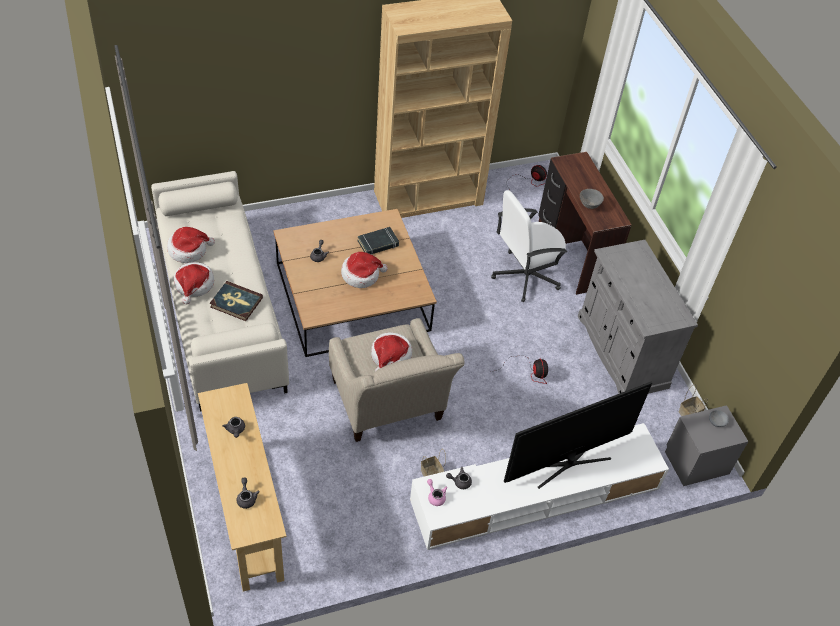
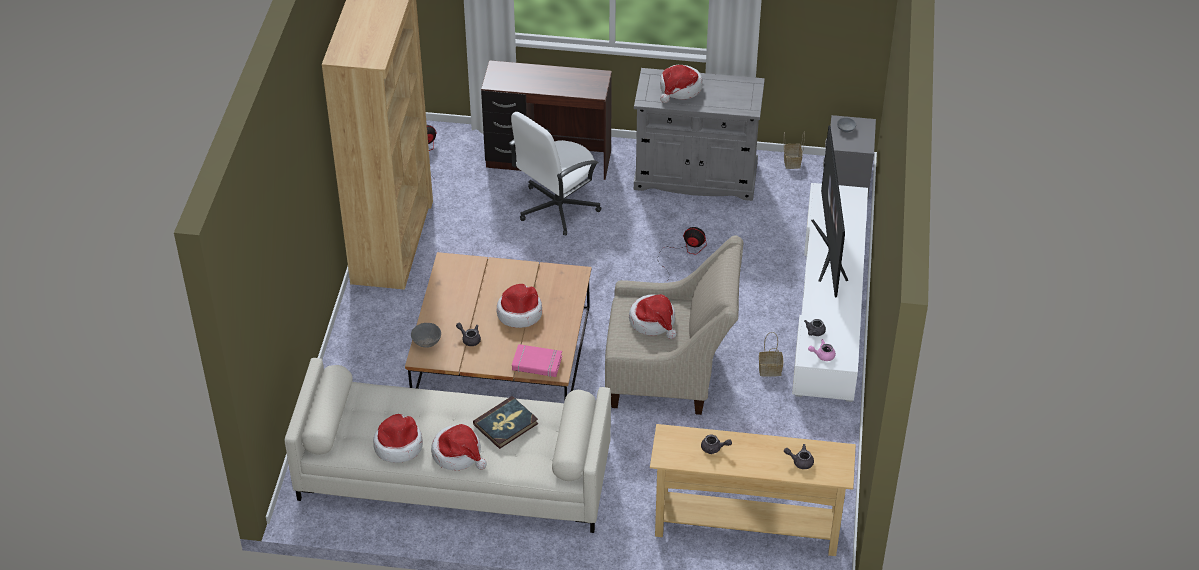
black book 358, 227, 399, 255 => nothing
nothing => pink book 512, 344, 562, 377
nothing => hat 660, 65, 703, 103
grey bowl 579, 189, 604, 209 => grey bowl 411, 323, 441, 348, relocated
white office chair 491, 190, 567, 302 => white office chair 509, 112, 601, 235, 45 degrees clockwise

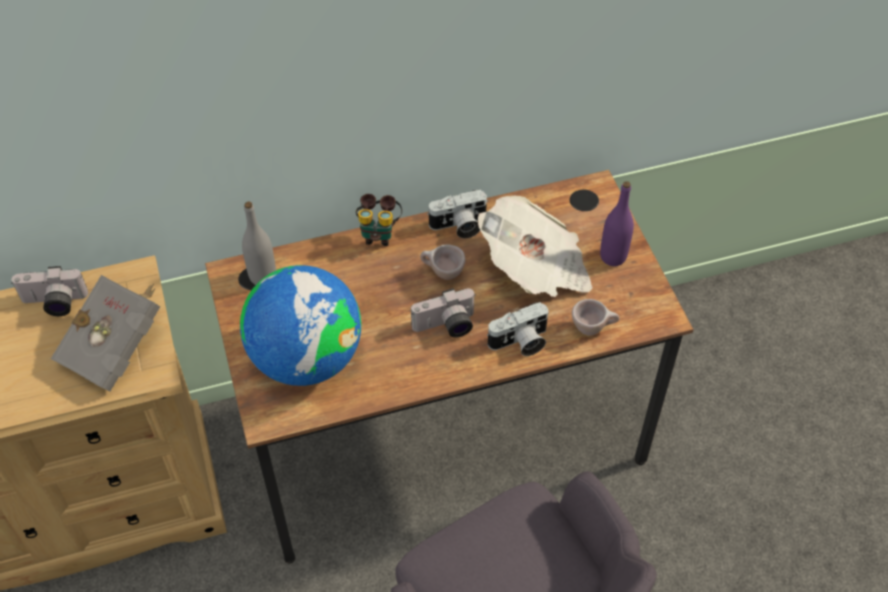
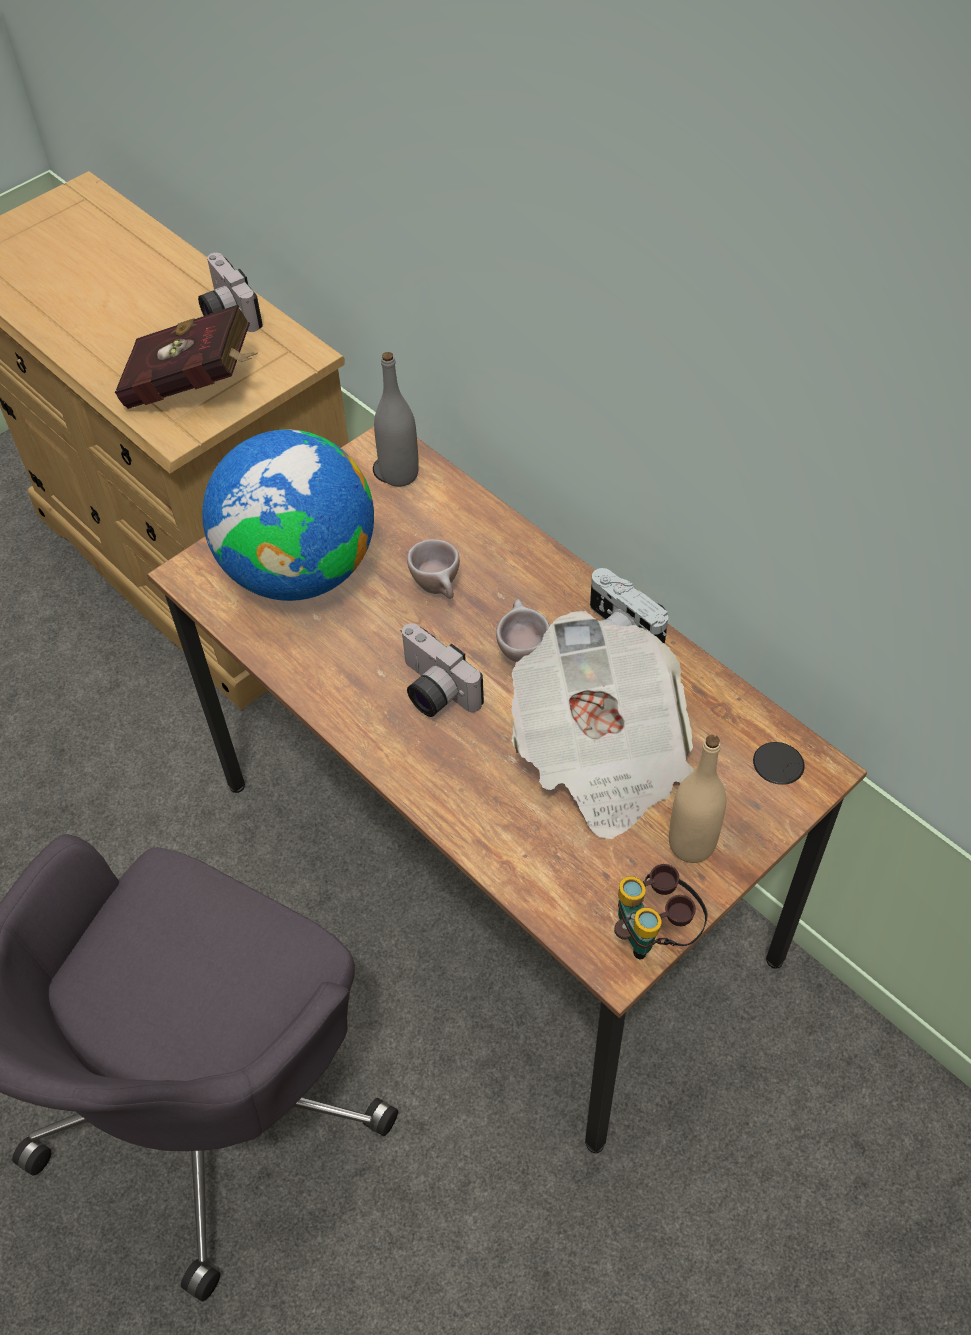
photo camera 486, 302, 549, 356 => nothing
binoculars 356, 194, 402, 246 => binoculars 614, 864, 708, 960, relocated
beige cup 572, 299, 620, 336 => beige cup 407, 539, 460, 599, relocated
grey book 51, 275, 160, 391 => red book 115, 305, 258, 409
purple bottle 600, 181, 634, 266 => beige bottle 669, 735, 726, 863

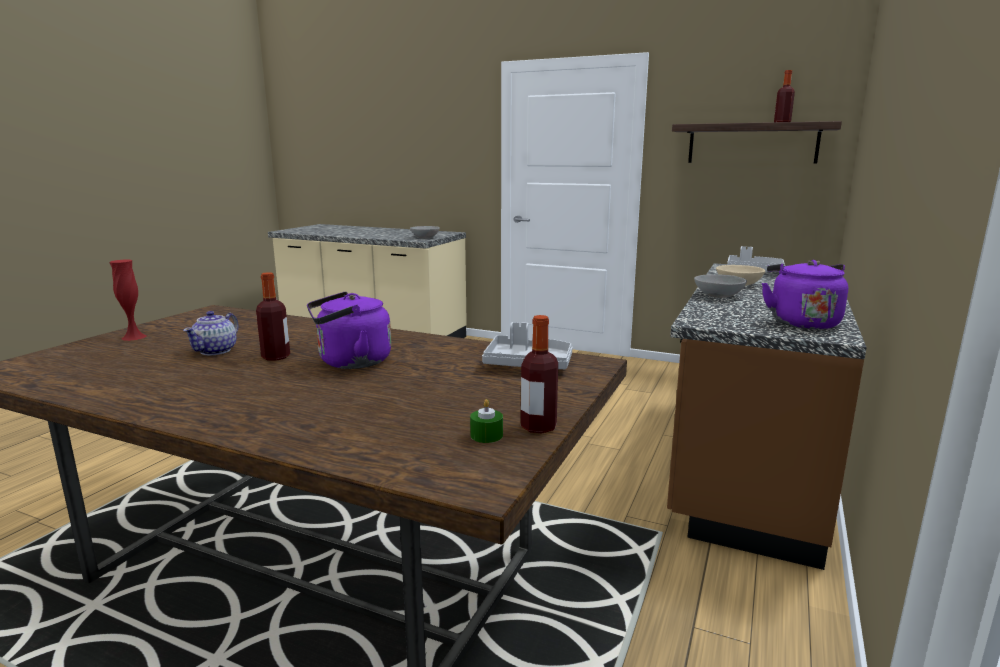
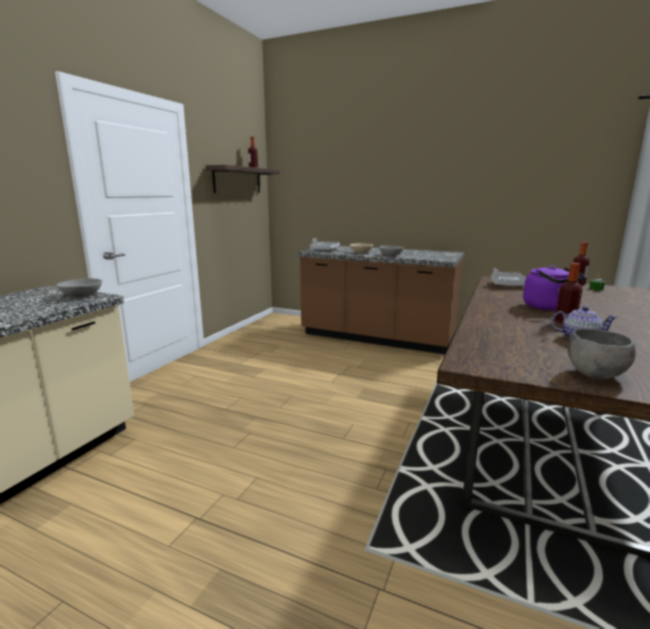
purple kettle 762, 260, 848, 329 => nothing
red vase 109, 260, 146, 341 => grey bowl 568, 329, 636, 379

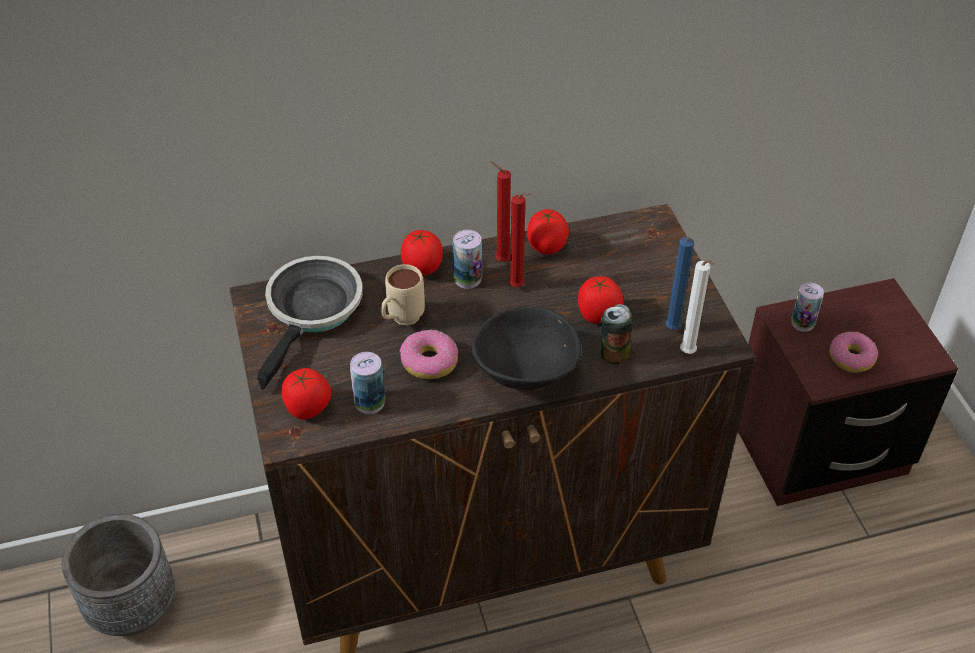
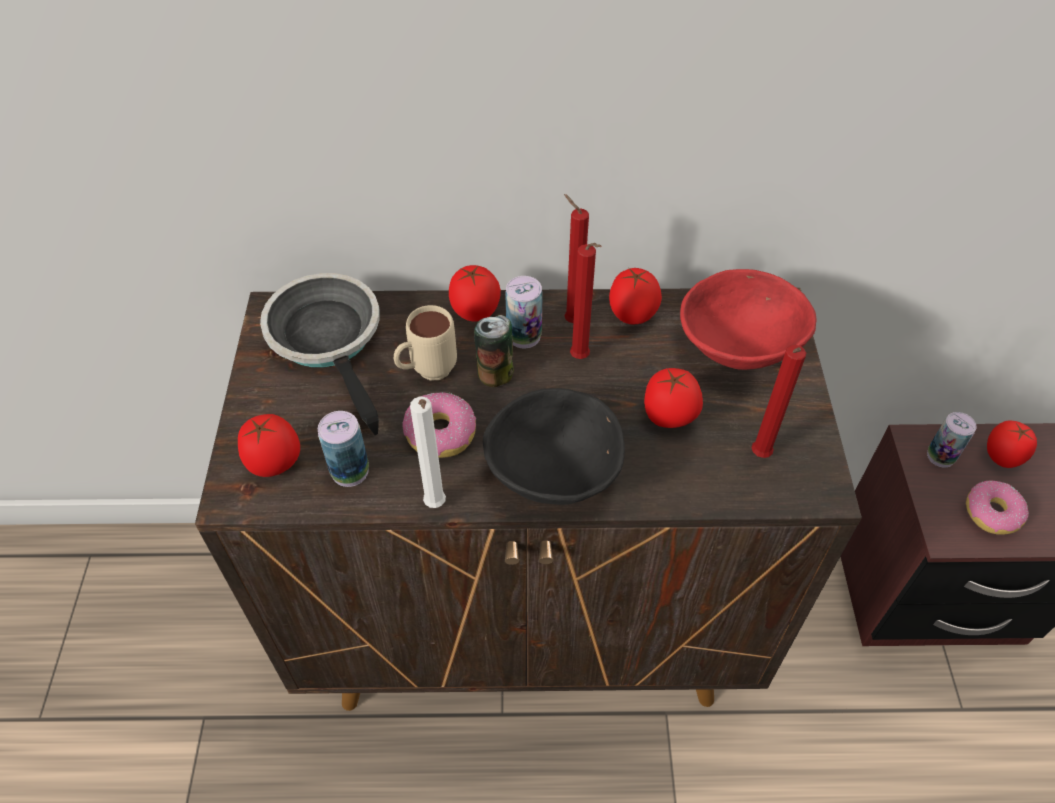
grey planter 62, 514, 175, 636 => nothing
nothing => red bowl 680, 269, 817, 370
nothing => tomato 987, 420, 1037, 468
can 600, 304, 632, 365 => can 474, 315, 513, 387, relocated
white candle 680, 261, 715, 354 => white candle 410, 397, 446, 508, relocated
blue candle 666, 237, 694, 330 => red candle 751, 345, 806, 458
frying pan 257, 256, 363, 390 => frying pan 260, 273, 380, 435, 60 degrees counterclockwise

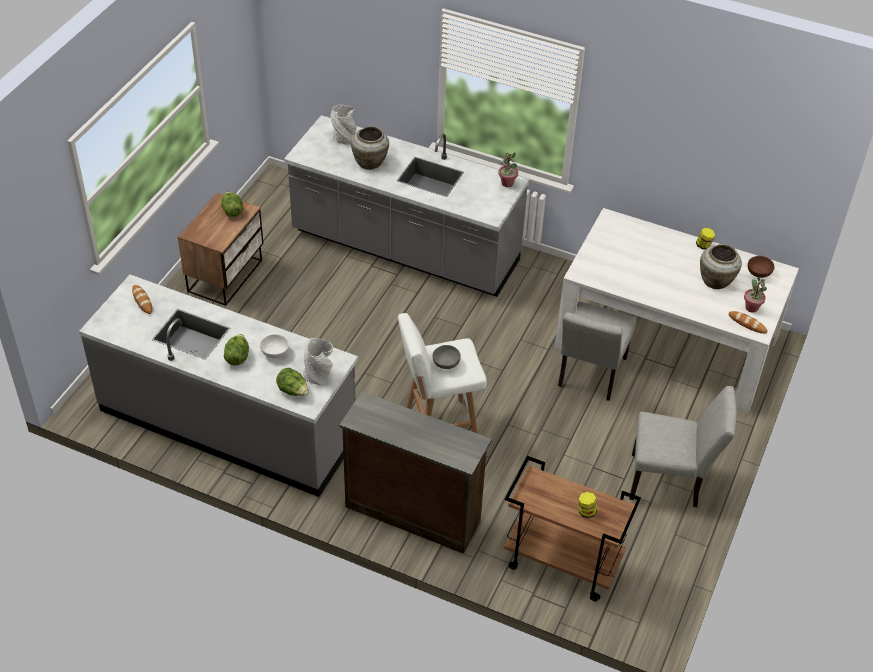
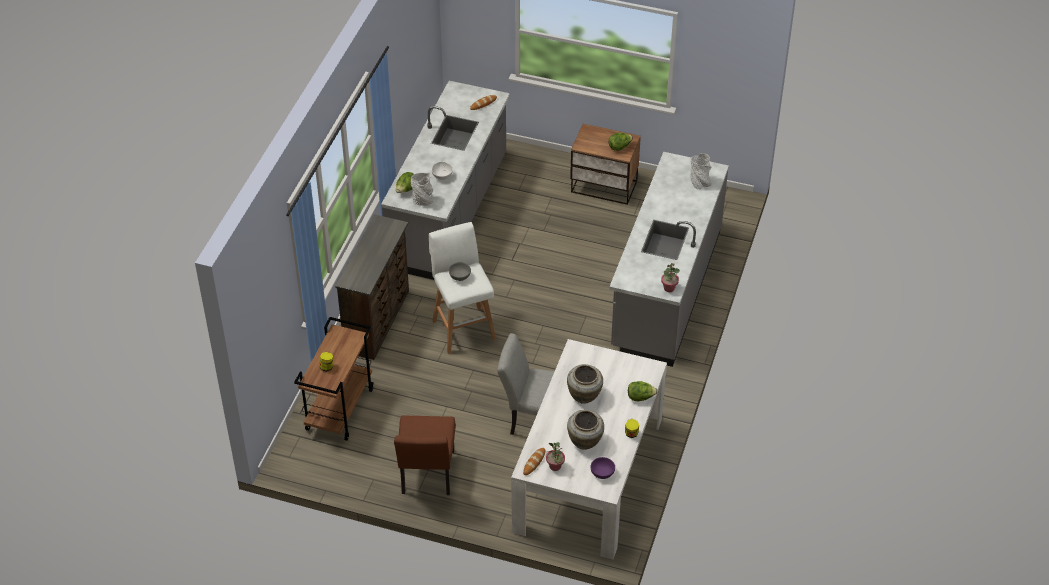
lettuce 224, 334, 249, 366 => lettuce 628, 381, 658, 401, relocated
beige vase 351, 126, 389, 170 => beige vase 567, 364, 603, 404, relocated
grey chair 629, 386, 737, 507 => brown chair 394, 415, 456, 495
brown bowl 748, 256, 775, 278 => purple bowl 591, 457, 615, 479

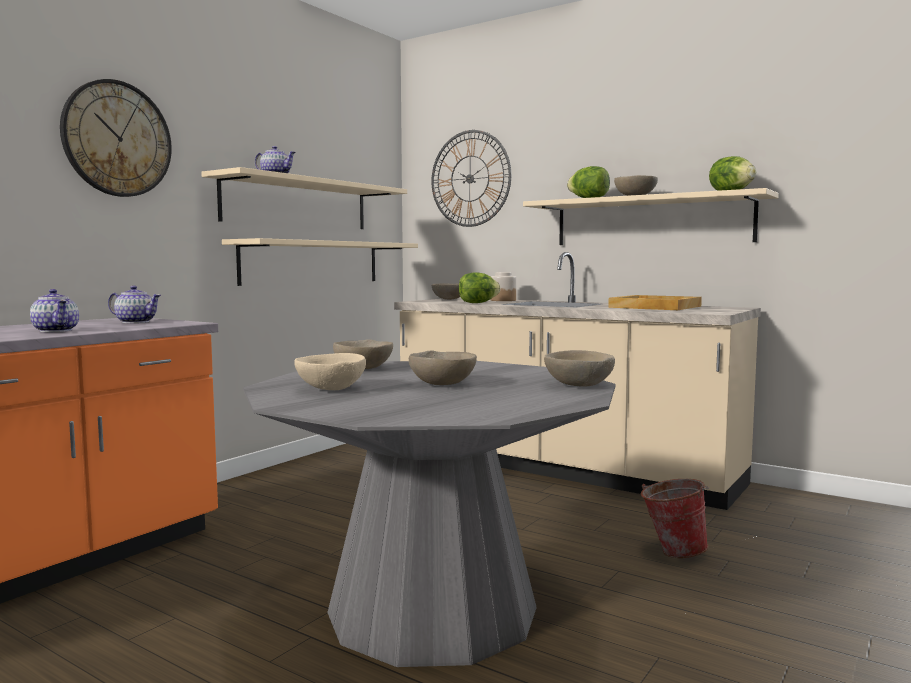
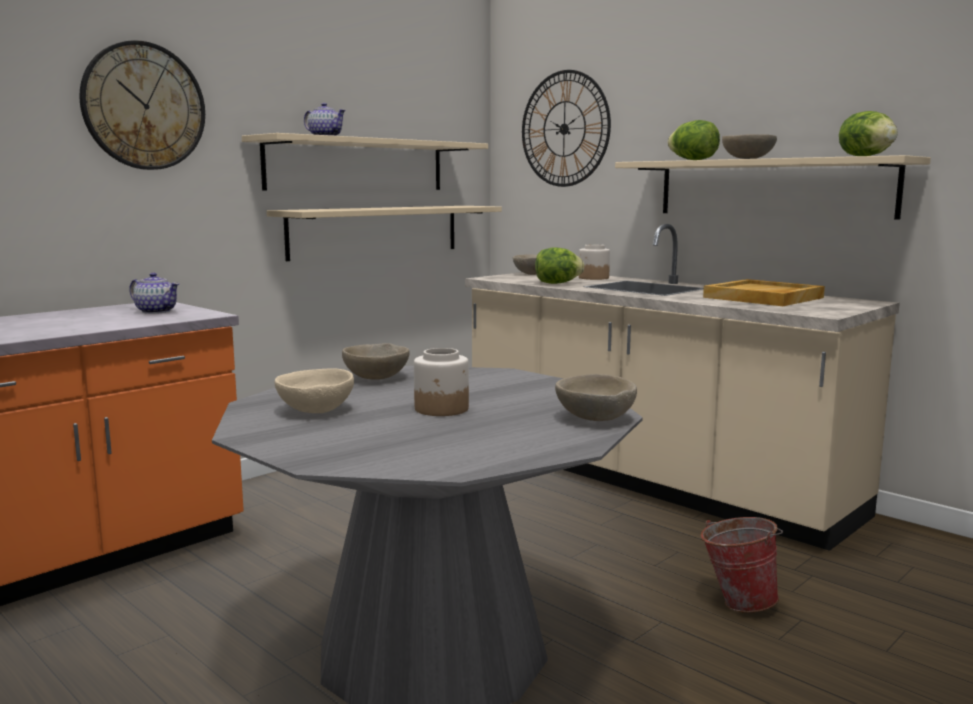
teapot 30, 289, 79, 332 => nothing
beige bowl 409, 351, 477, 385 => jar 414, 348, 469, 416

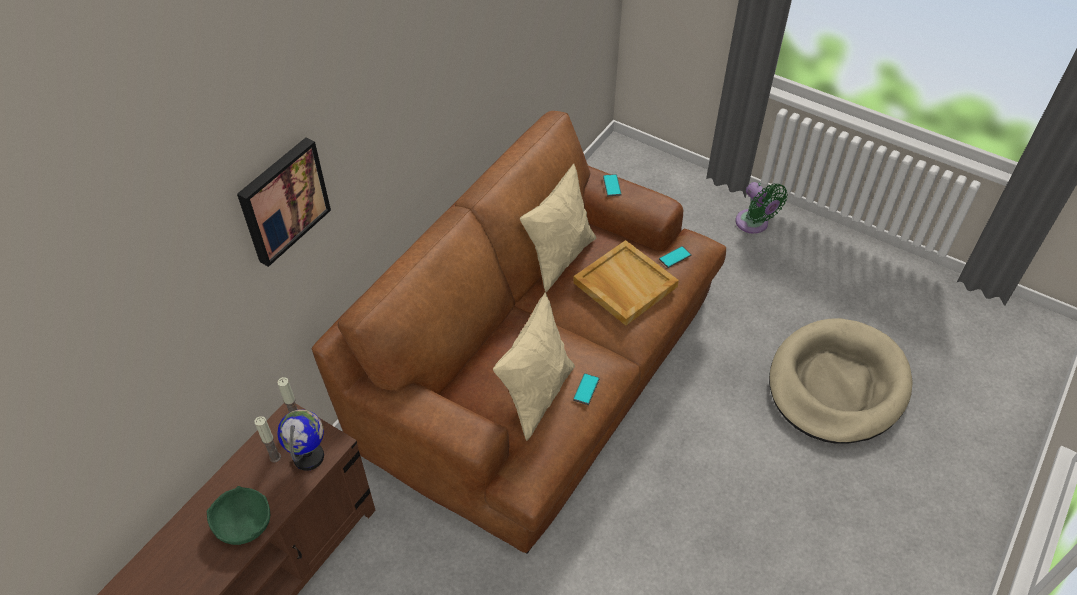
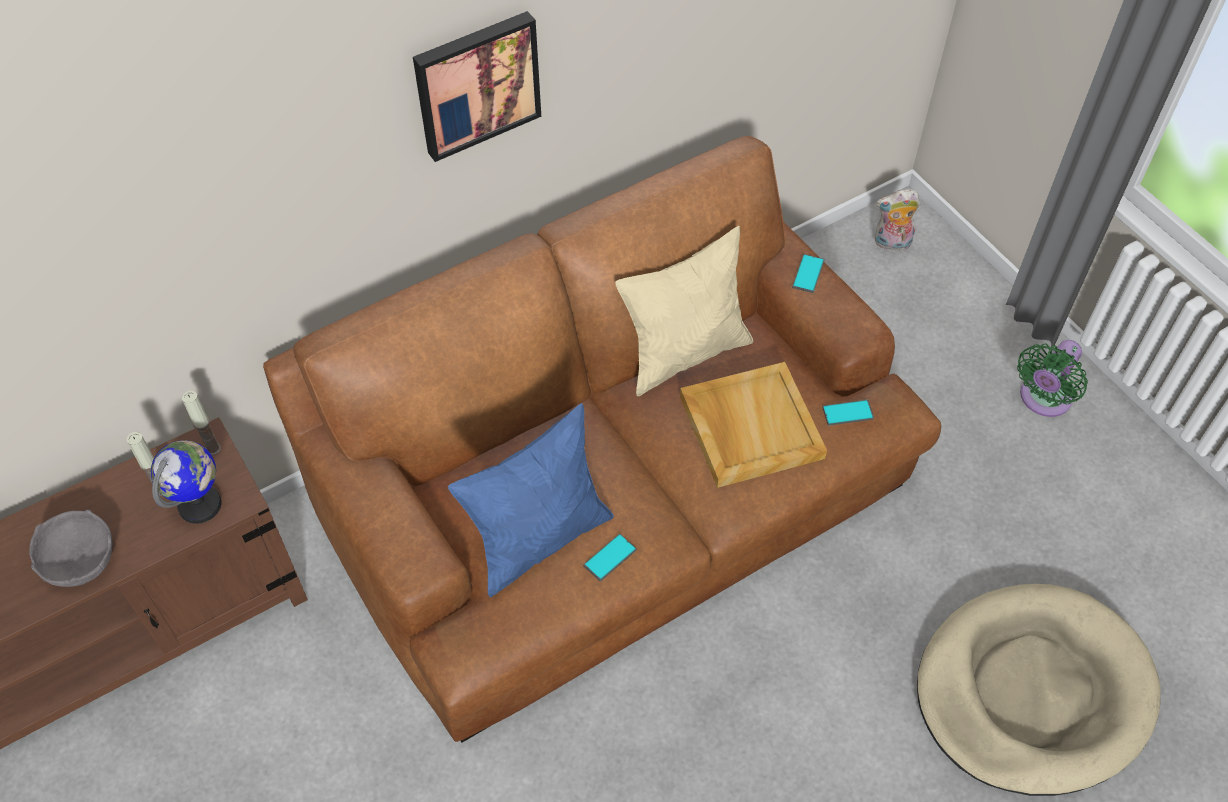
nothing => plush toy 875, 189, 920, 251
picture 237, 138, 331, 267 => picture 413, 11, 541, 162, relocated
green bowl 207, 486, 270, 545 => grey bowl 29, 510, 113, 587
beige pillow 493, 292, 575, 441 => blue pillow 448, 403, 614, 597
green fan 735, 182, 788, 234 => green fan 1017, 340, 1088, 417, 45 degrees clockwise

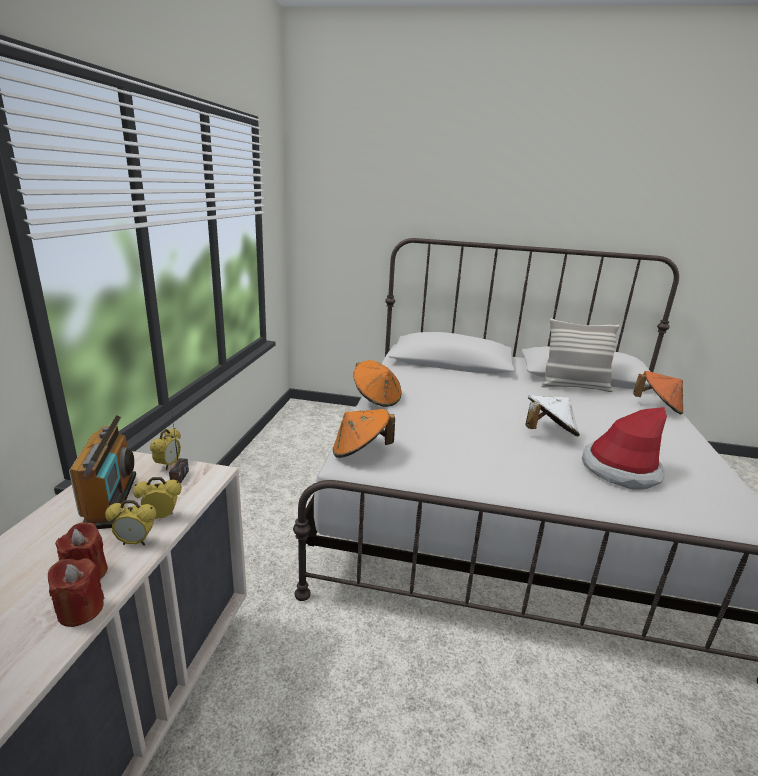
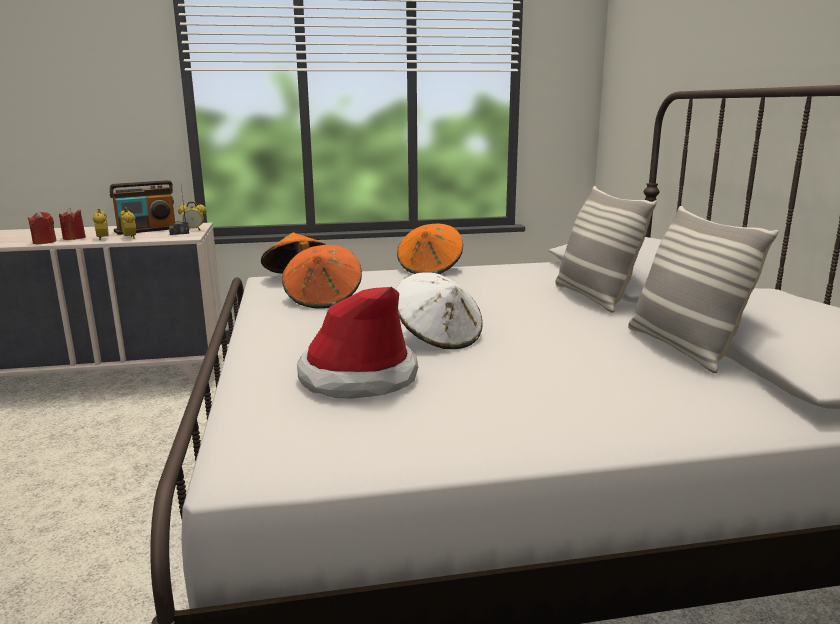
nothing => pillow 555, 186, 657, 313
orange hat 633, 371, 683, 414 => orange hat 282, 245, 362, 309, relocated

